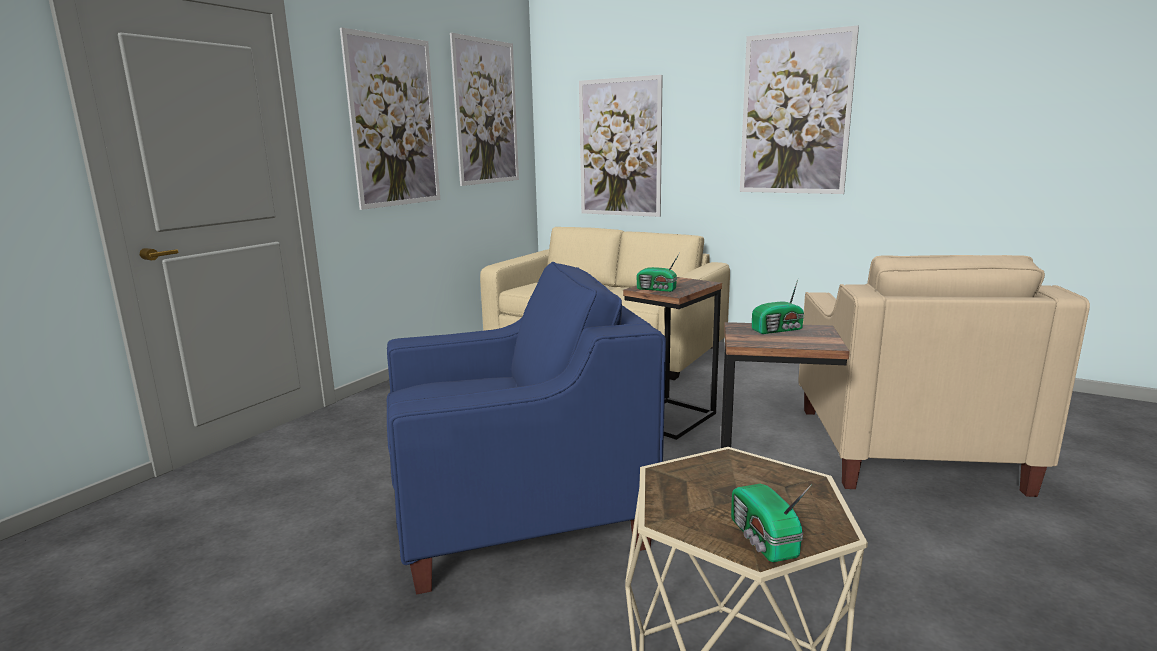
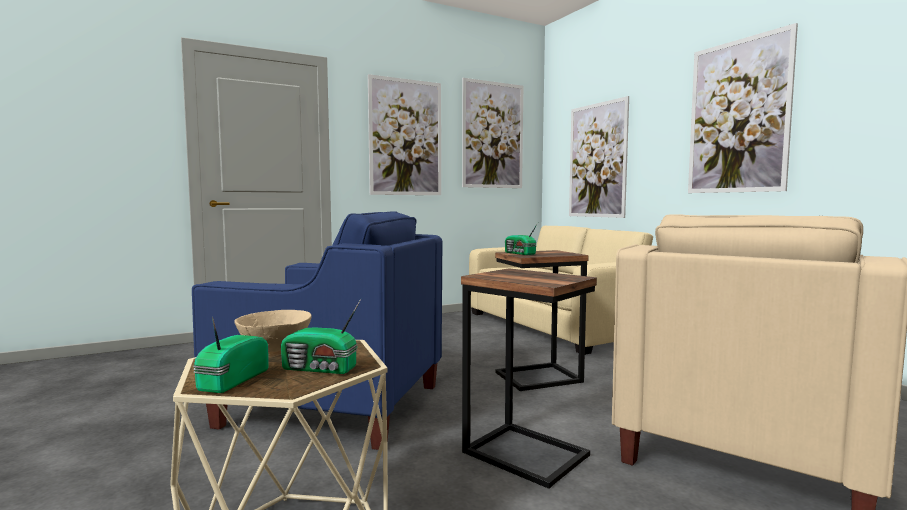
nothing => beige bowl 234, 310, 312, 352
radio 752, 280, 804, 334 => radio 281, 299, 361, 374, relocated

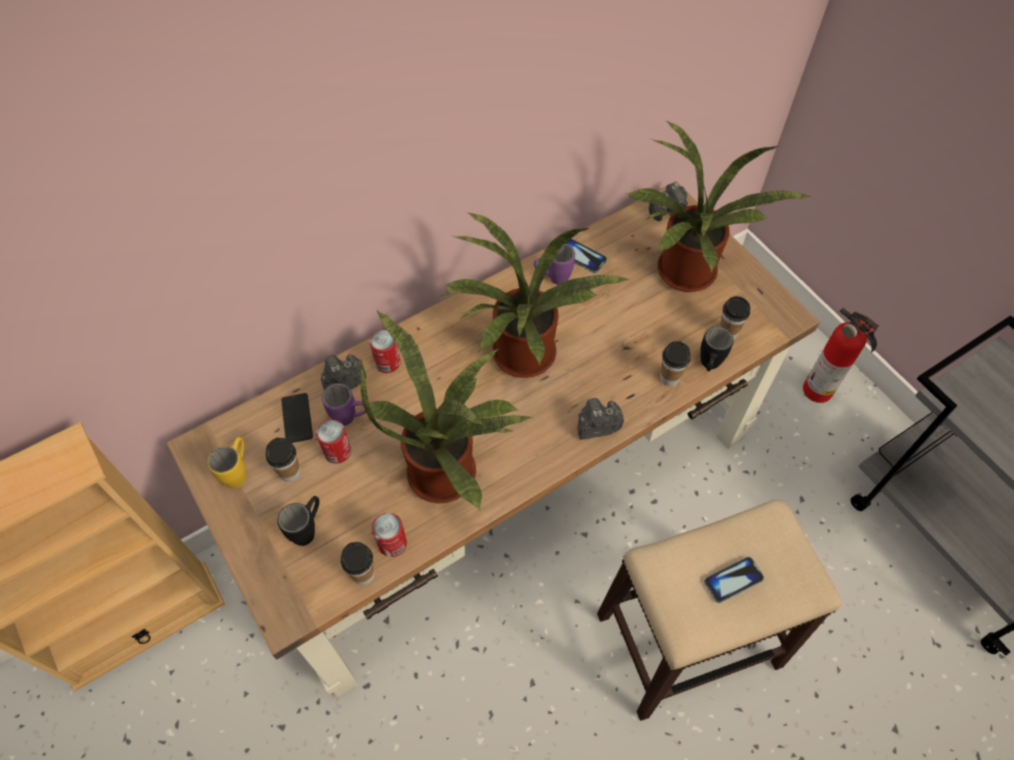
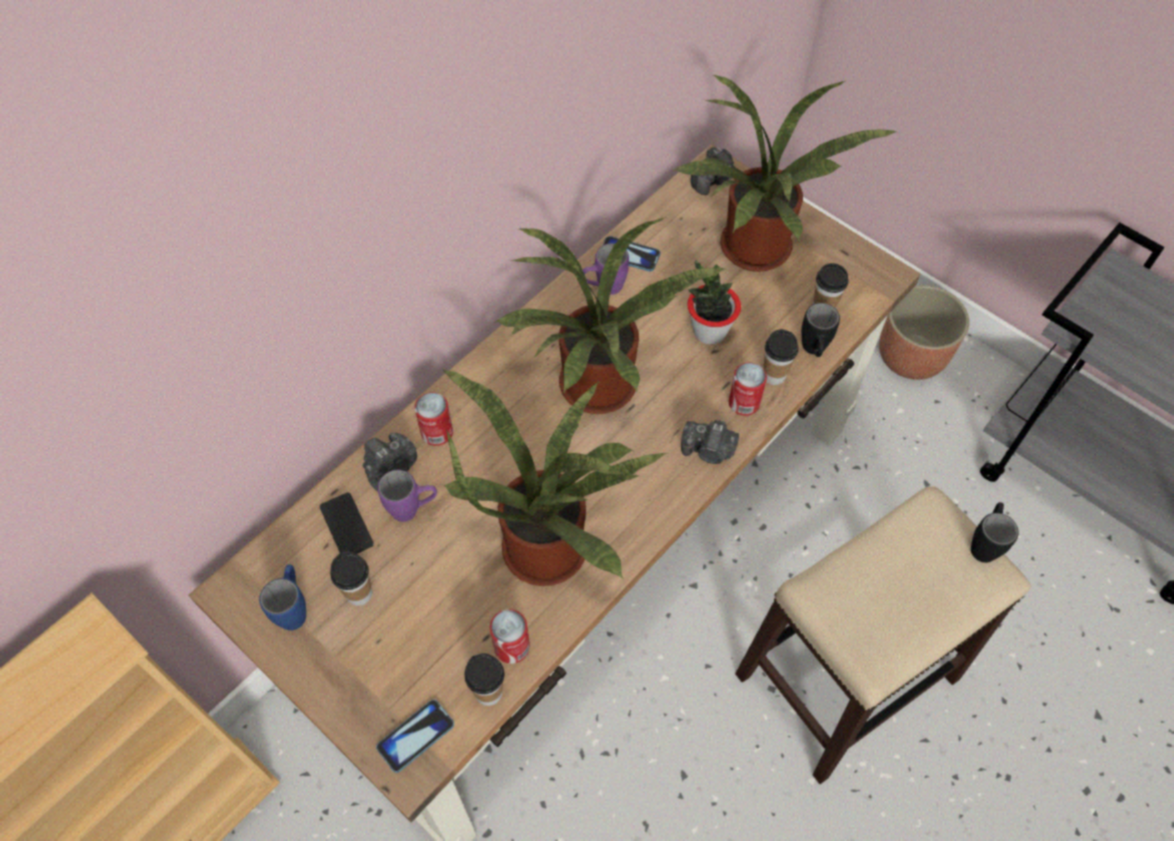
nothing => potted plant 687, 260, 741, 344
black mug 278, 496, 319, 546 => black mug 971, 502, 1018, 563, relocated
can 316, 420, 351, 464 => can 729, 362, 767, 416, relocated
phone 704, 557, 764, 603 => phone 376, 699, 454, 773, relocated
fire extinguisher 803, 308, 879, 403 => planter 879, 285, 969, 380
yellow mug 207, 437, 246, 488 => blue mug 259, 564, 306, 630
photo camera 577, 398, 624, 440 => photo camera 681, 420, 739, 464, 135 degrees counterclockwise

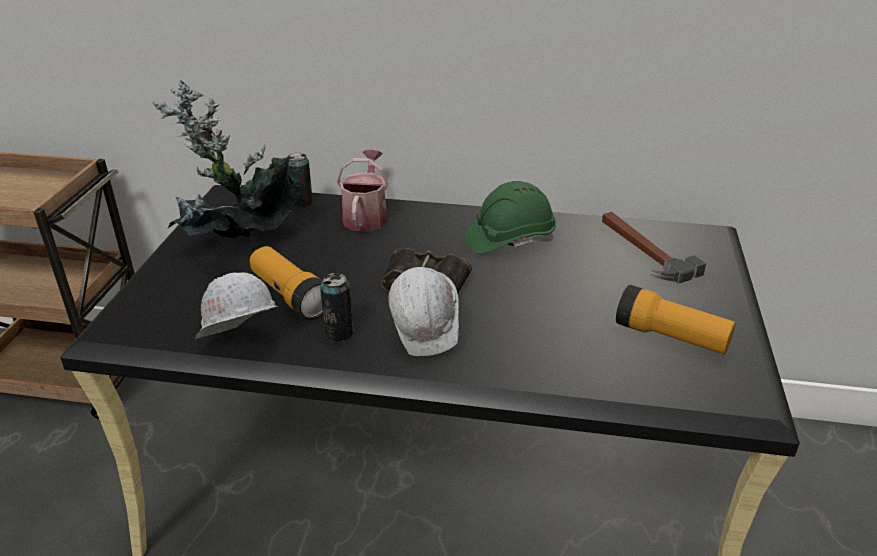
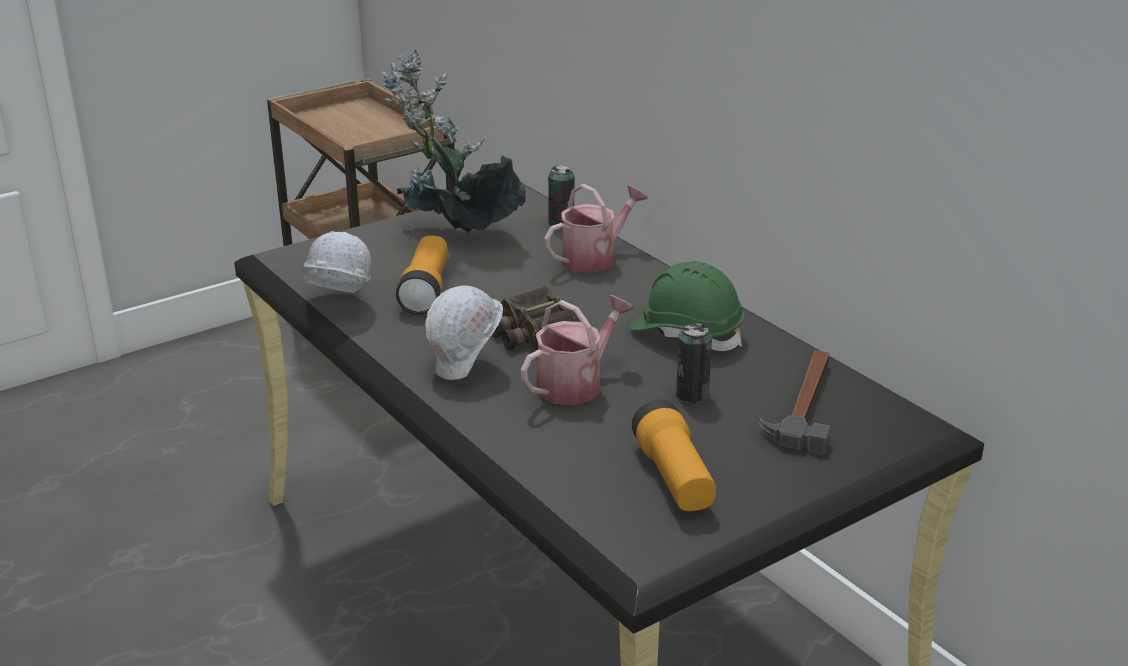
nothing => watering can 521, 295, 634, 405
can 320, 273, 354, 342 => can 676, 323, 713, 403, relocated

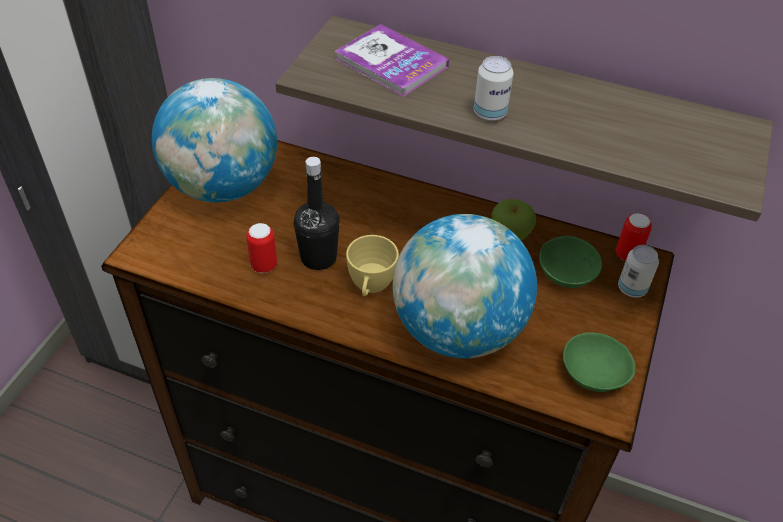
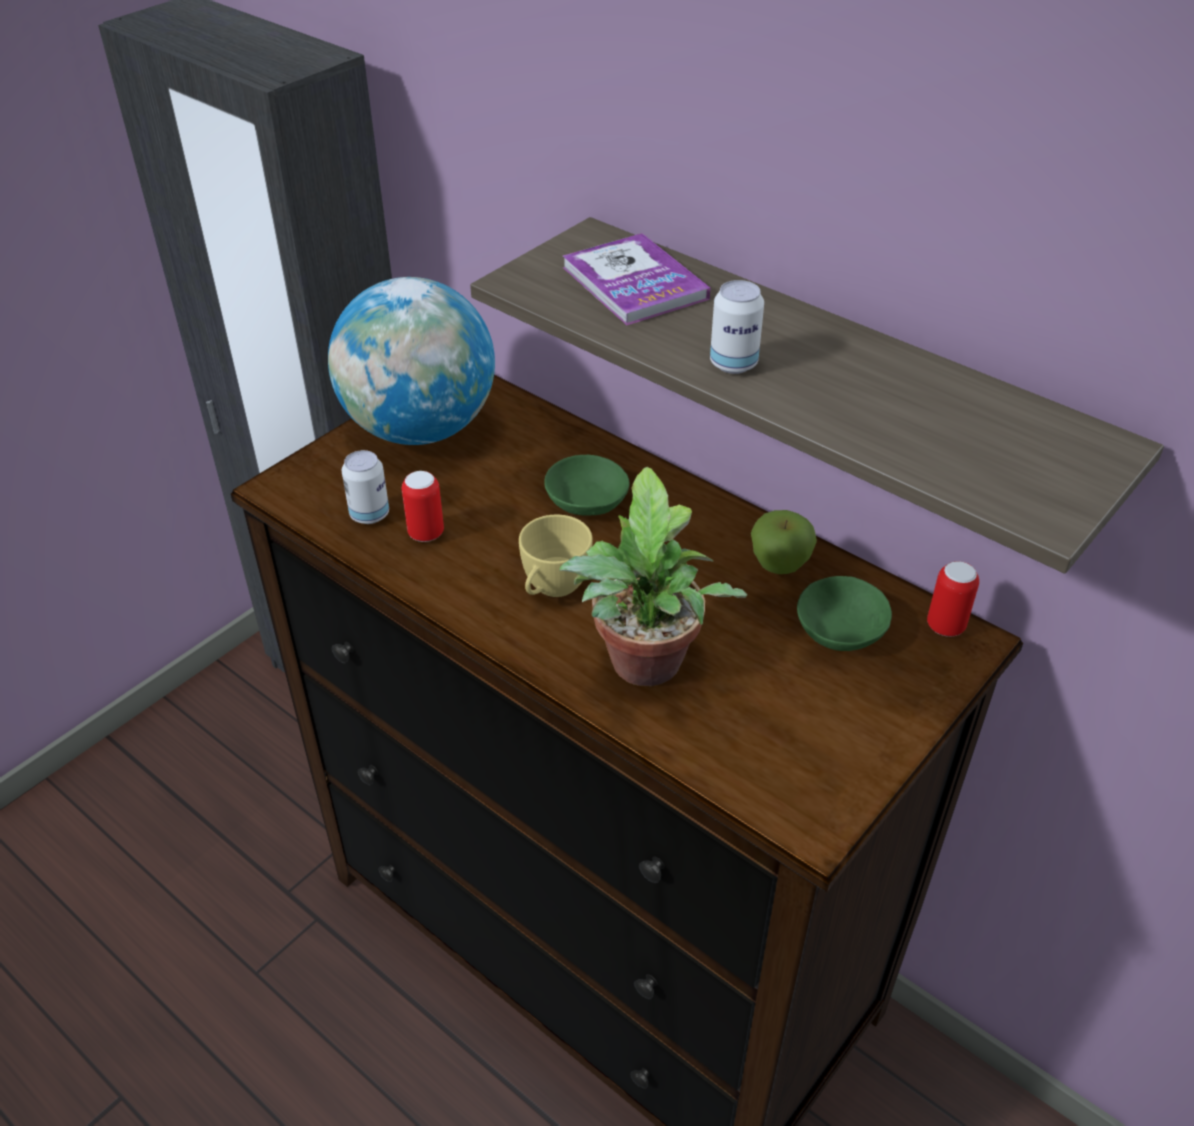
black bottle 294, 157, 340, 270 => nothing
green bowl 563, 332, 635, 392 => green bowl 544, 455, 630, 516, relocated
can 618, 245, 659, 298 => can 342, 450, 389, 524, relocated
globe 392, 214, 537, 358 => potted plant 559, 467, 747, 686

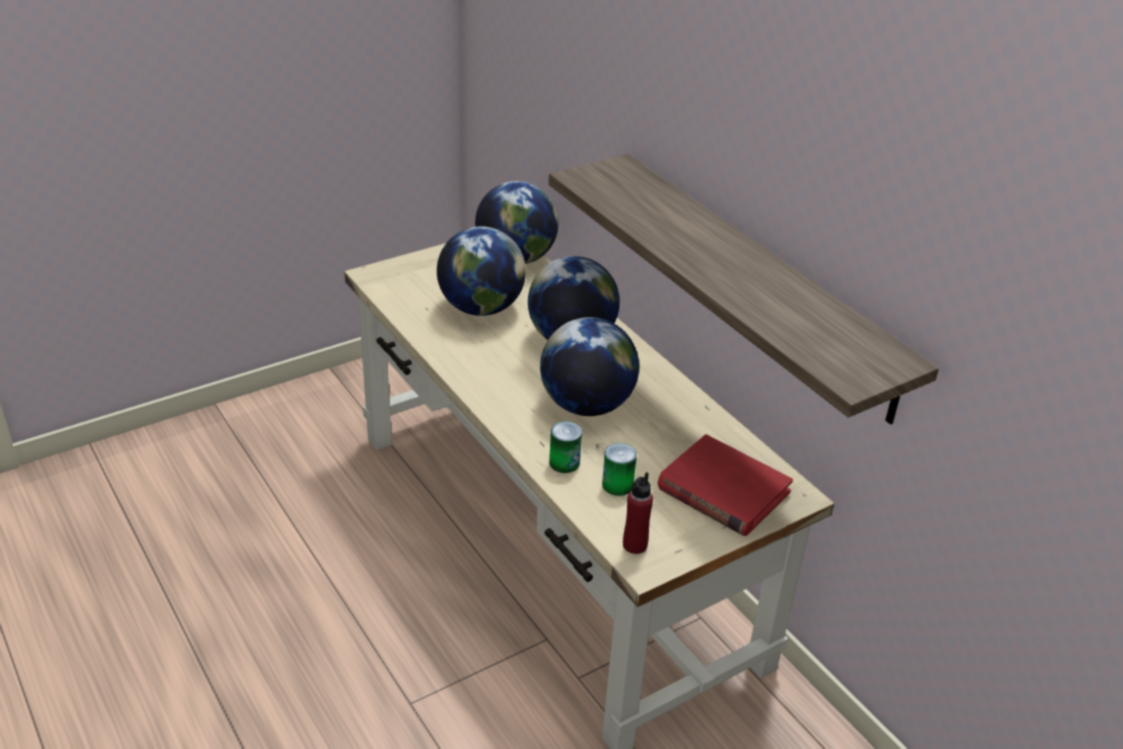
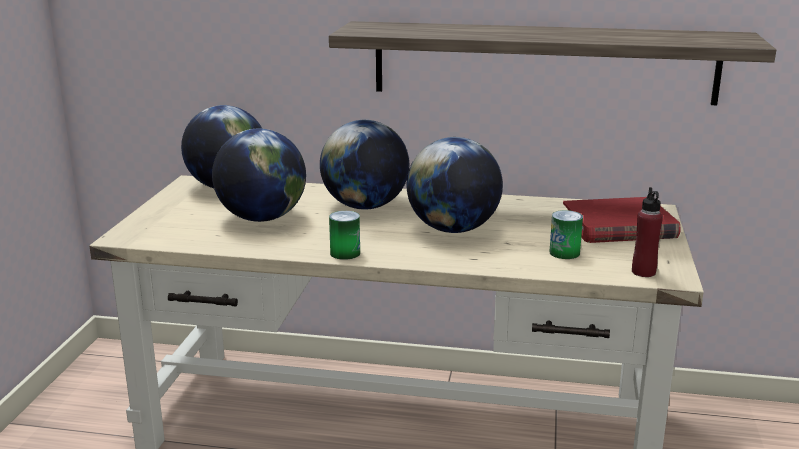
can 549, 421, 582, 473 => can 329, 211, 360, 260, relocated

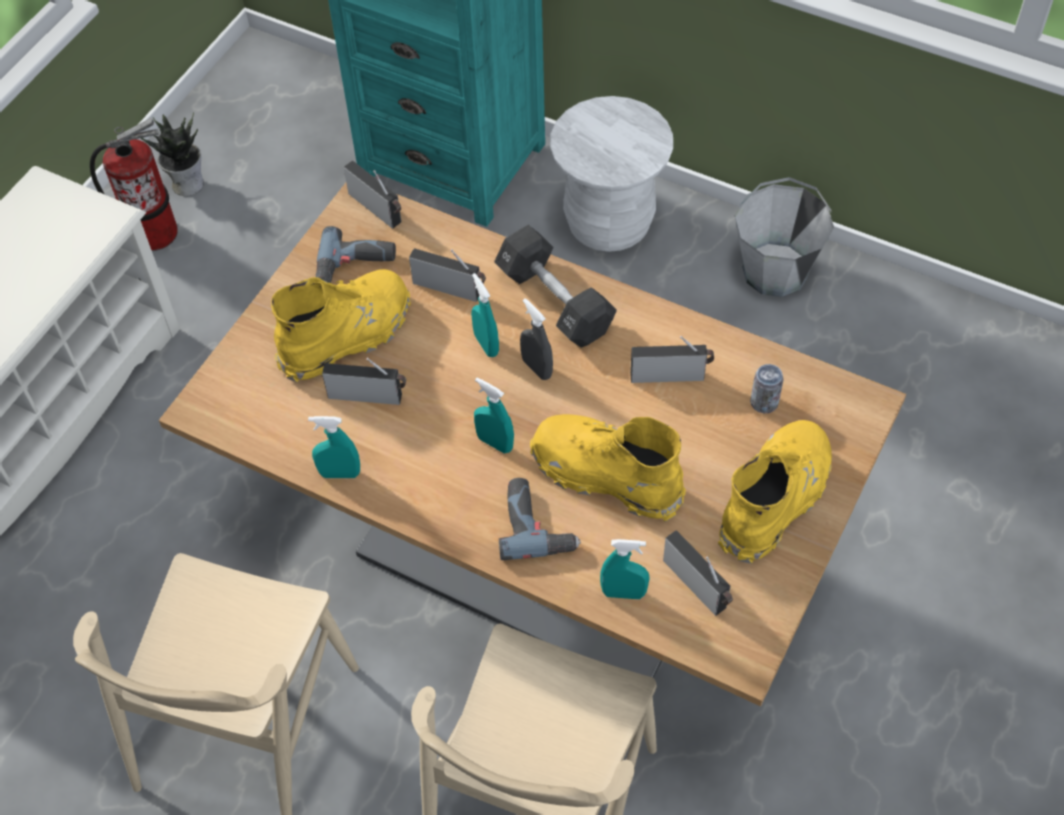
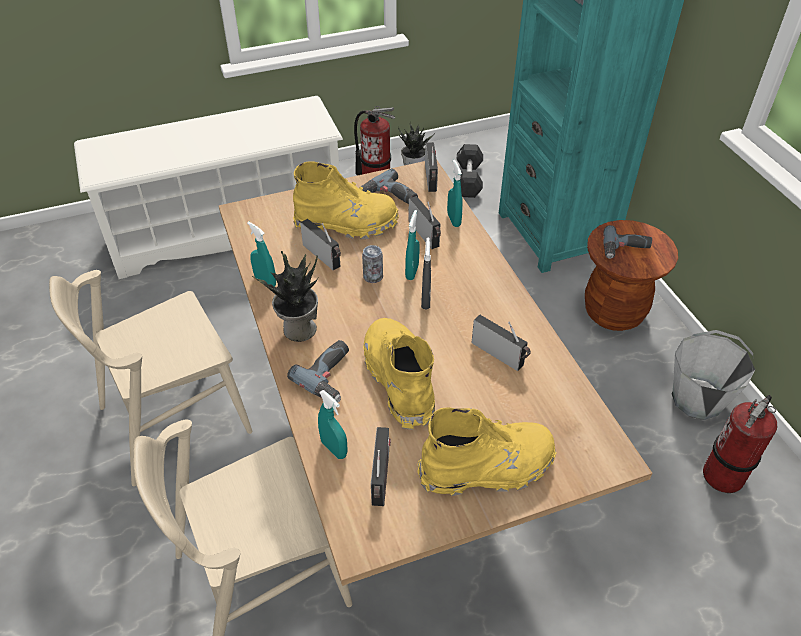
nothing => potted plant 251, 251, 318, 342
nothing => power drill 603, 225, 652, 259
nothing => fire extinguisher 703, 395, 777, 493
turquoise spray bottle 474, 377, 514, 453 => turquoise spray bottle 447, 160, 463, 227, relocated
black dumbbell 494, 225, 617, 348 => black dumbbell 457, 144, 483, 198, relocated
can 750, 364, 784, 413 => can 362, 245, 383, 283, relocated
white stool 550, 96, 673, 252 => brown stool 585, 220, 678, 331

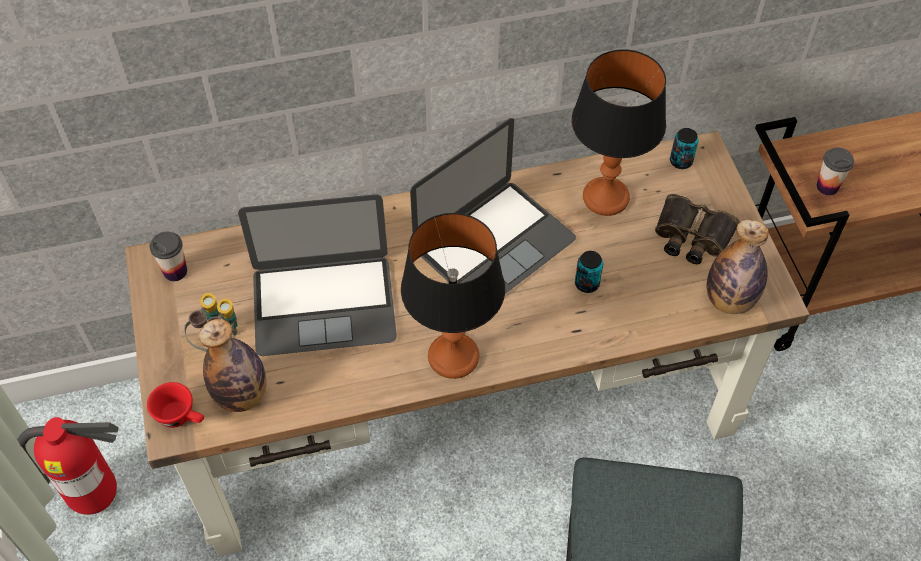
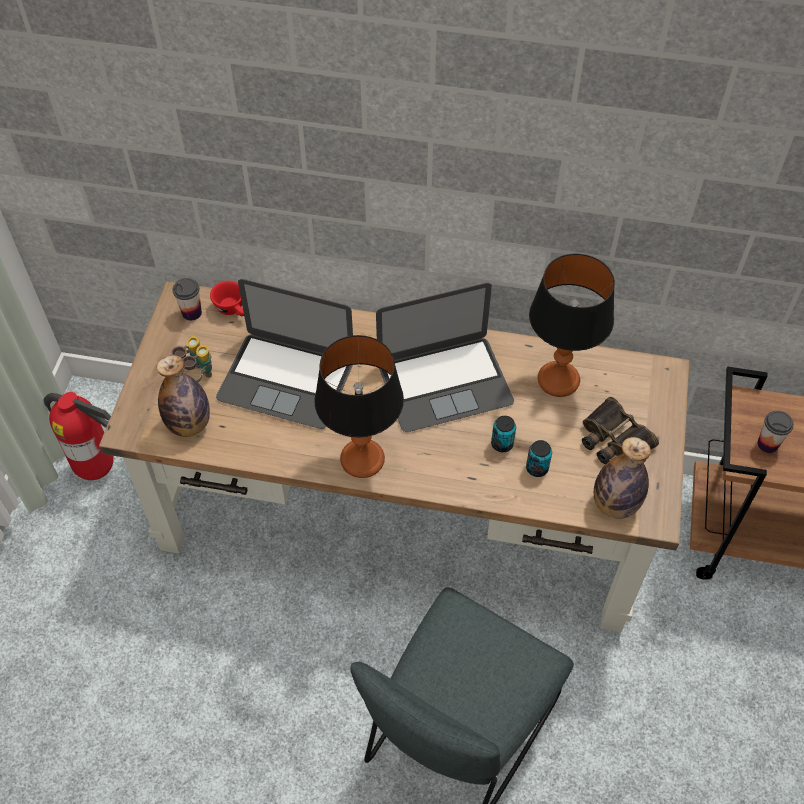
red cup 147, 382, 204, 428 => red cup 210, 281, 244, 316, relocated
can 670, 128, 699, 169 => can 526, 440, 552, 477, relocated

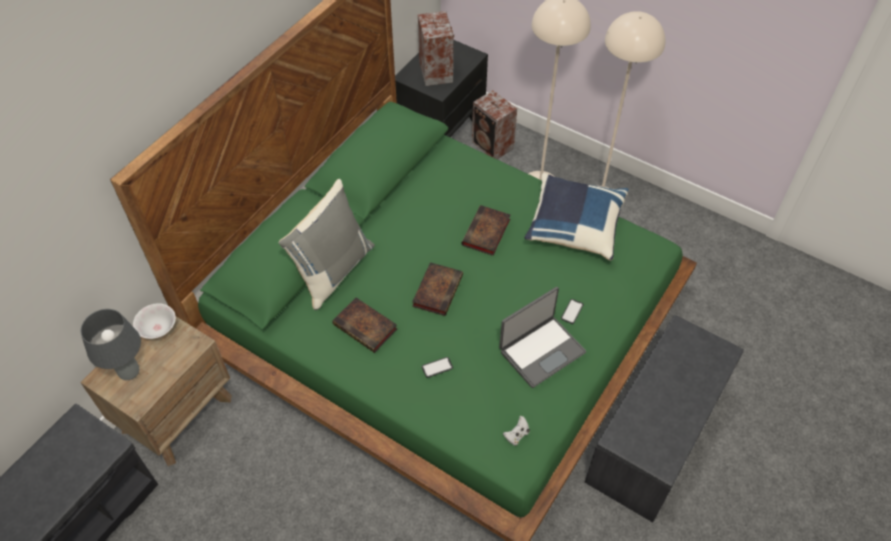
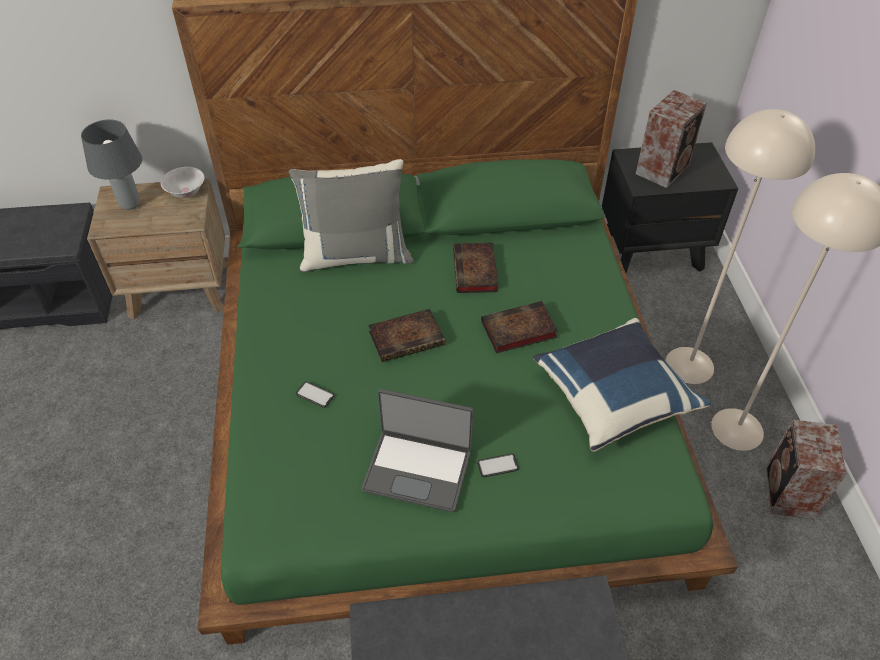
white game controller 503, 416, 530, 446 => nothing
book 332, 297, 397, 353 => book 453, 243, 499, 293, relocated
speaker 472, 90, 517, 159 => speaker 766, 419, 847, 519, relocated

